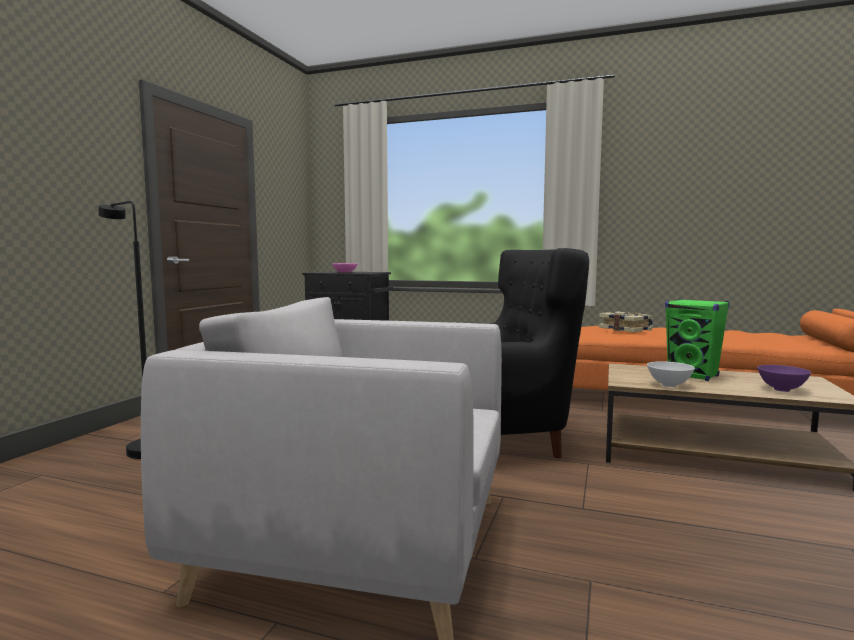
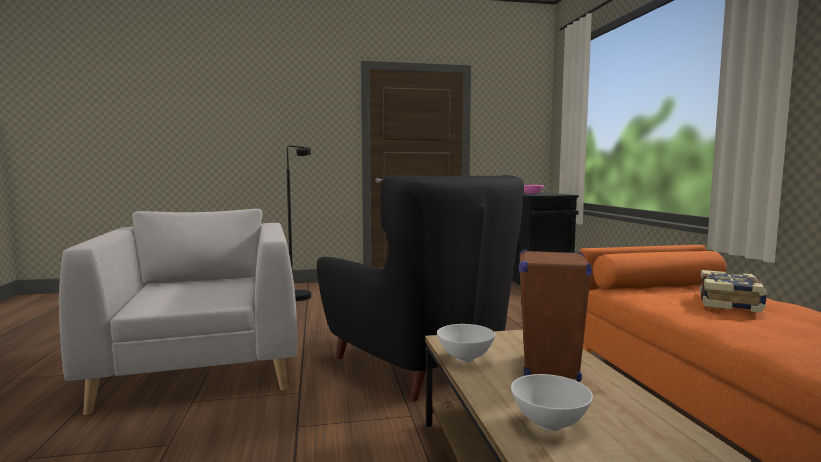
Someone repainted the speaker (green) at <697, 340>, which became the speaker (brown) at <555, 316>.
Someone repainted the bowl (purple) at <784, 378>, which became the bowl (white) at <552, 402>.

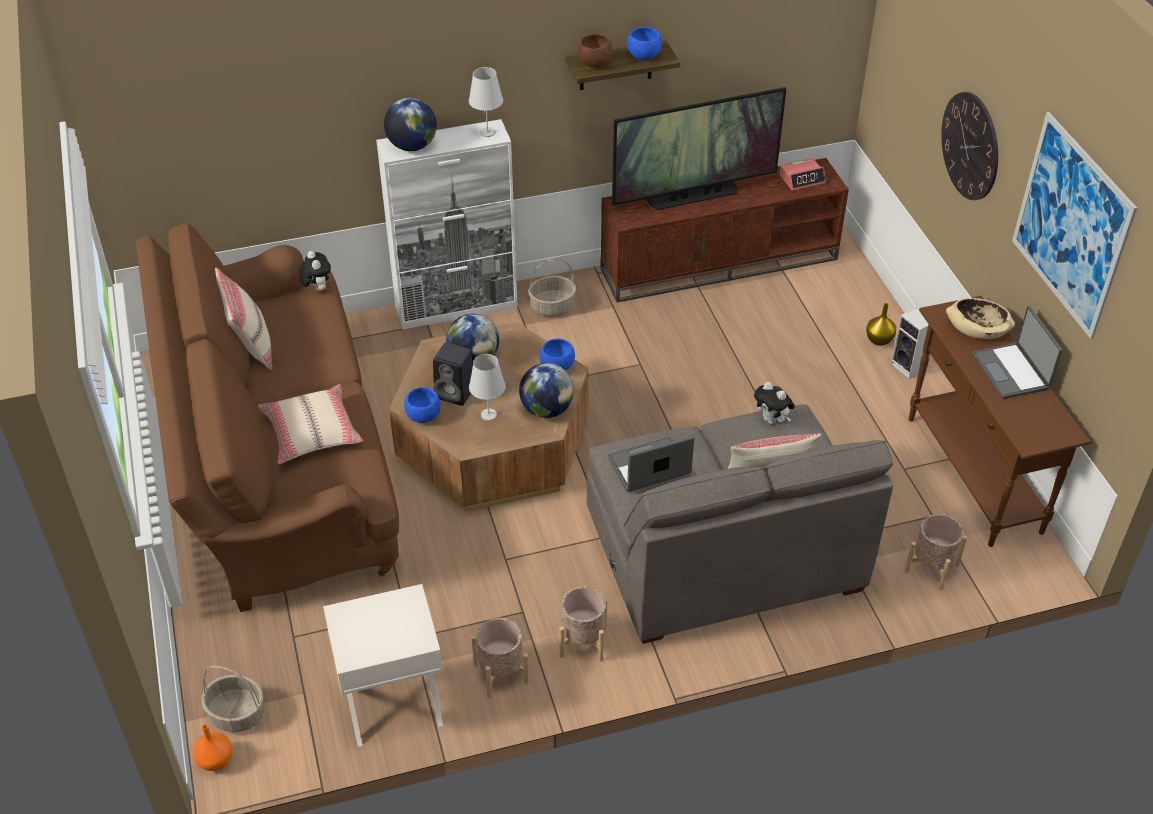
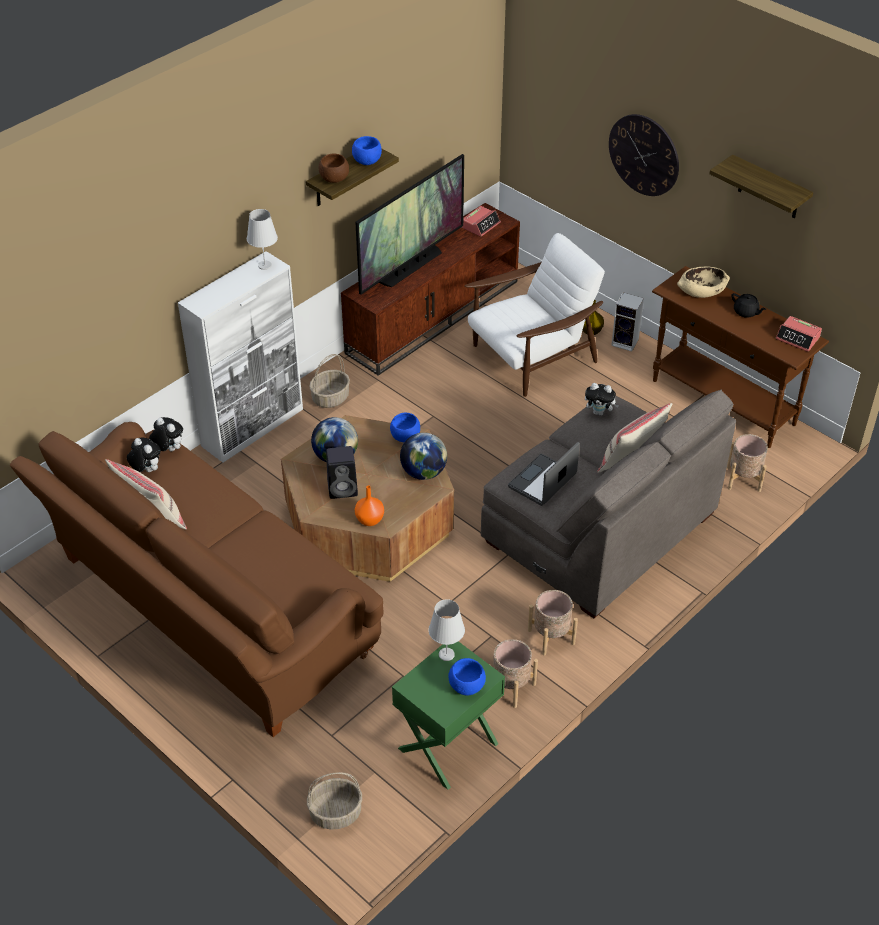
Someone took away the pillow (beige) at <310, 424>.
Someone took away the globe at <410, 124>.
Someone put down the plush toy at <144, 455>.
Someone put down the armchair (white) at <535, 315>.
Someone put down the alarm clock at <799, 334>.
Someone carried the vase (orange) from <212, 748> to <369, 505>.
Someone carried the bowl (blue) from <422, 405> to <467, 677>.
Someone carried the table lamp (white) from <487, 387> to <447, 630>.
Someone swapped the laptop at <1017, 352> for the teapot (black) at <748, 305>.
Someone swapped the picture at <1074, 225> for the shelf at <761, 186>.
Someone repainted the nightstand (white) at <383, 665>, which became the nightstand (green) at <448, 715>.

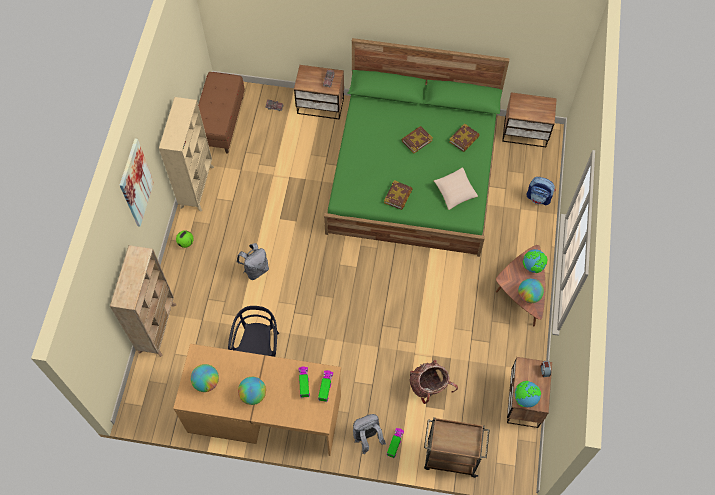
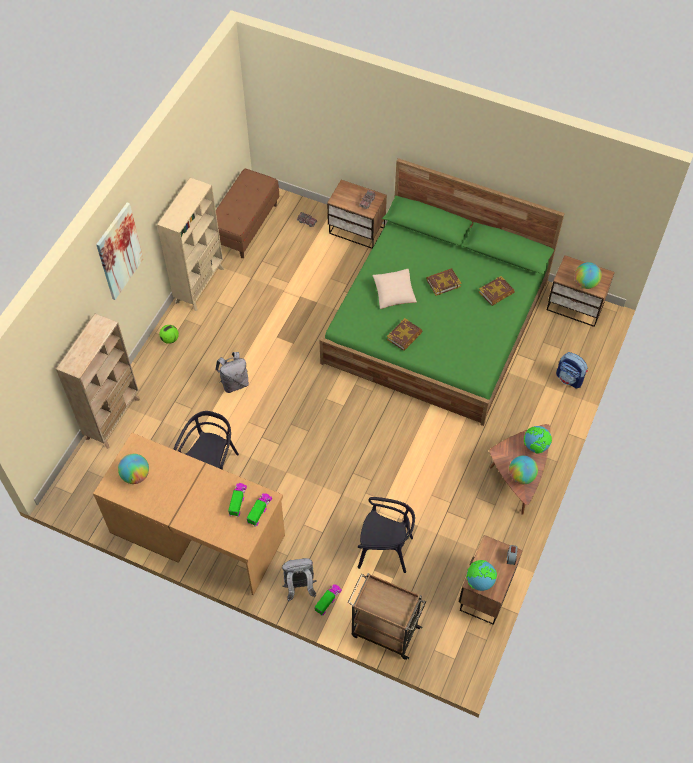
Someone carried the globe from <252, 391> to <588, 275>.
Someone carried the pillow (beige) from <456, 188> to <394, 289>.
Someone swapped the backpack at <434, 382> for the chair (black) at <386, 535>.

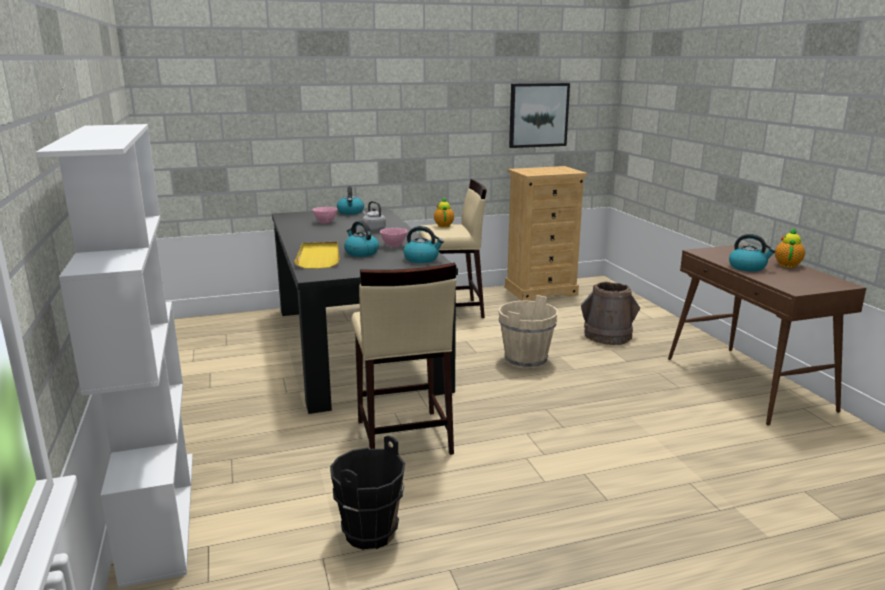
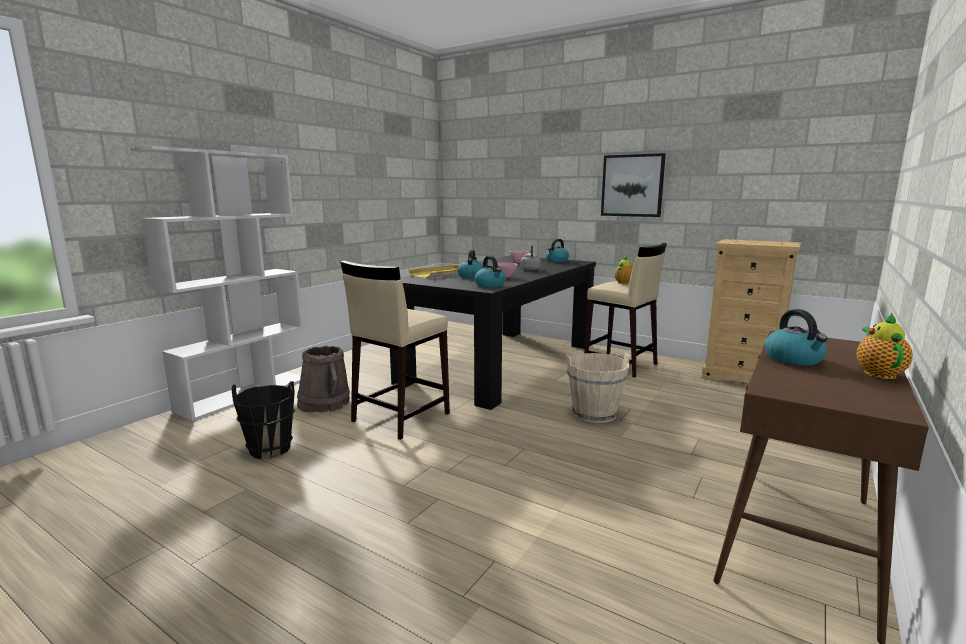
Someone carried the picture from <539, 115> to <633, 185>.
Someone carried the bucket (brown) from <610, 313> to <323, 379>.
Someone rotated the teapot at <790, 247> by 60 degrees counterclockwise.

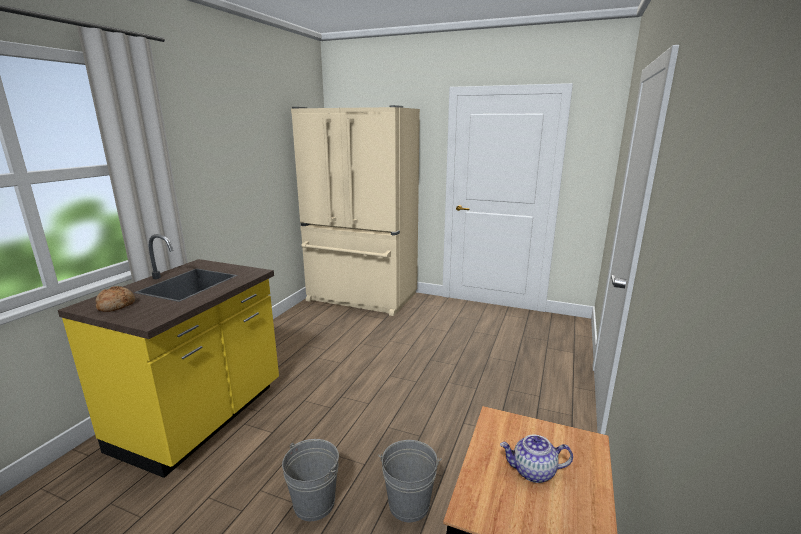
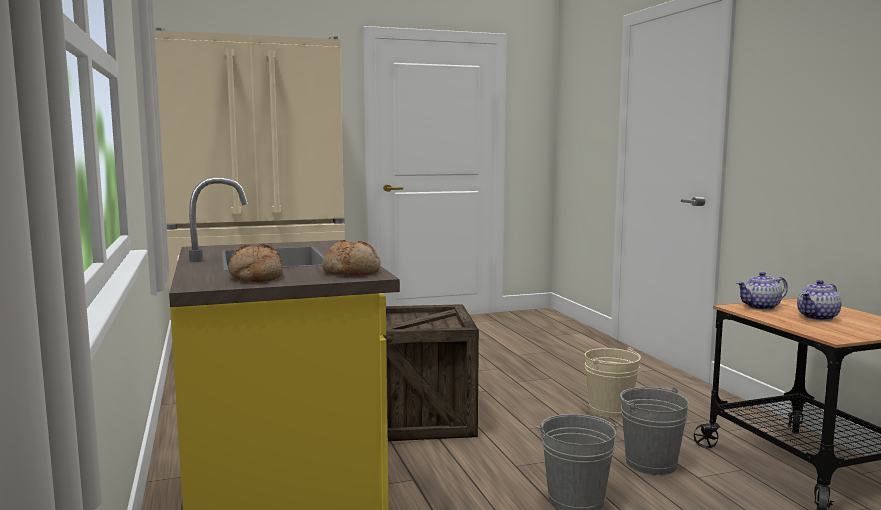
Someone put down the bread at <351, 257>.
Someone put down the crate at <430, 372>.
Someone put down the bucket (beige) at <613, 382>.
Someone put down the teapot at <762, 291>.

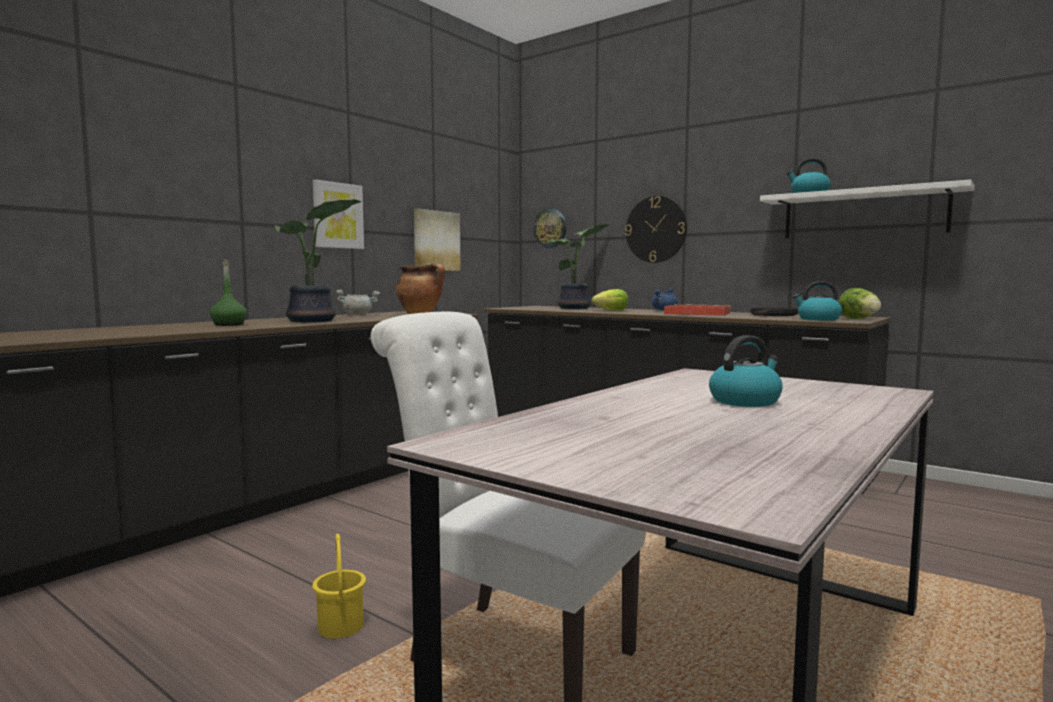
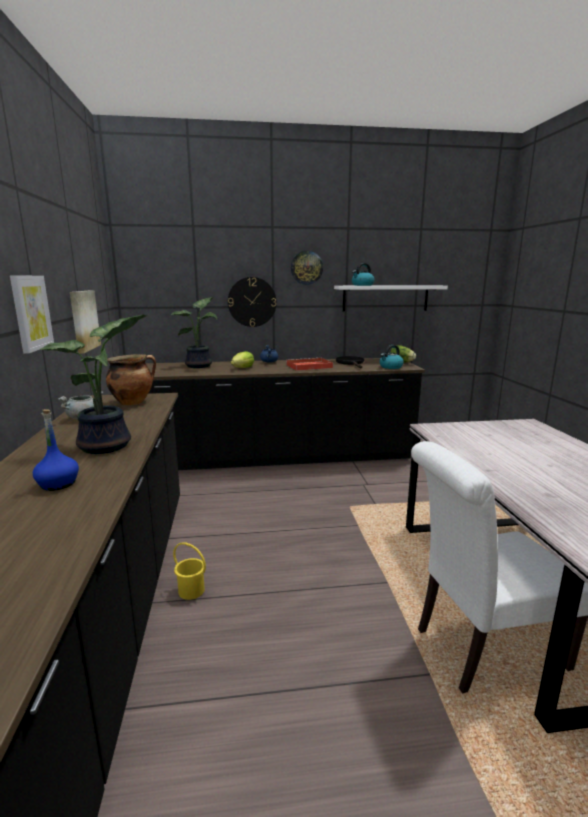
Someone took away the kettle at <746, 371>.
Someone carried the bucket (yellow) from <339, 586> to <189, 571>.
Someone carried the wall clock from <549, 228> to <307, 268>.
Someone repainted the bottle (green) at <228, 293>, which became the bottle (blue) at <56, 450>.

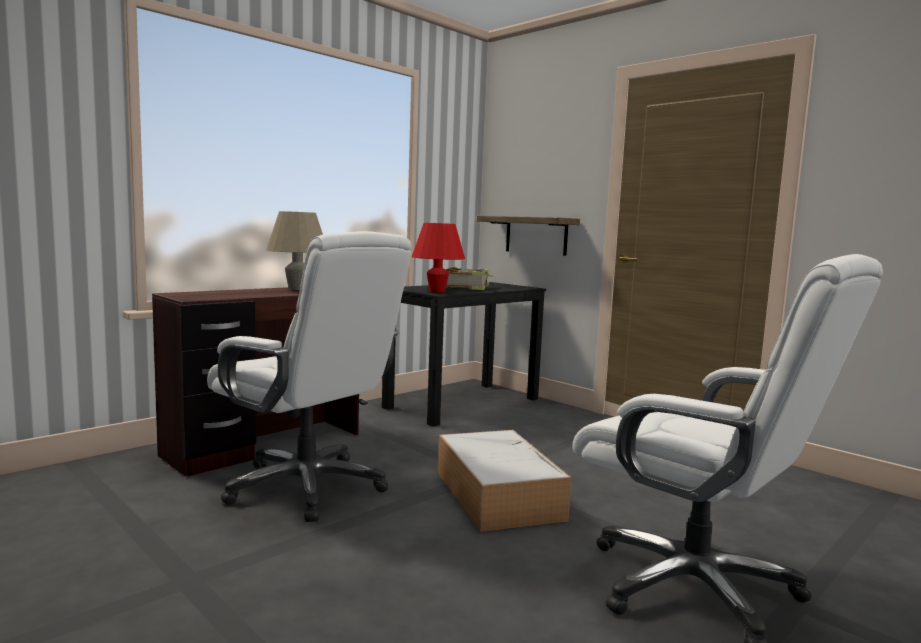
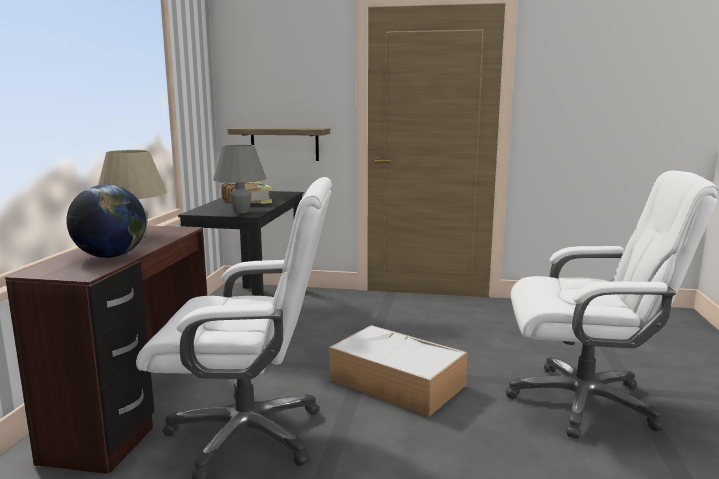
Someone put down the globe at <106, 221>.
Someone repainted the table lamp (red) at <438, 258>, which became the table lamp (grey) at <239, 178>.

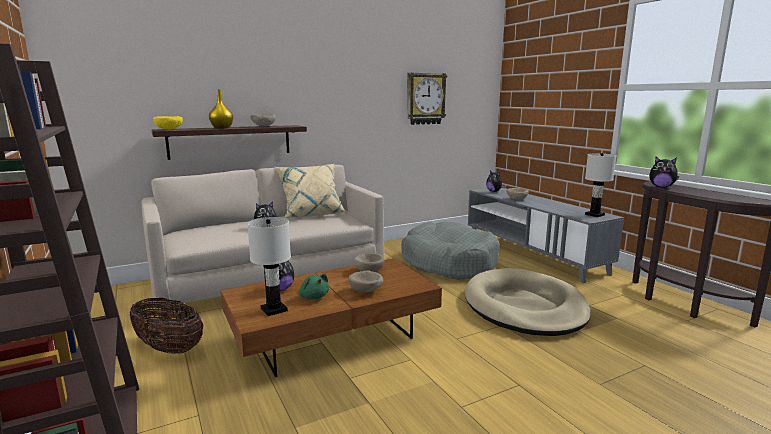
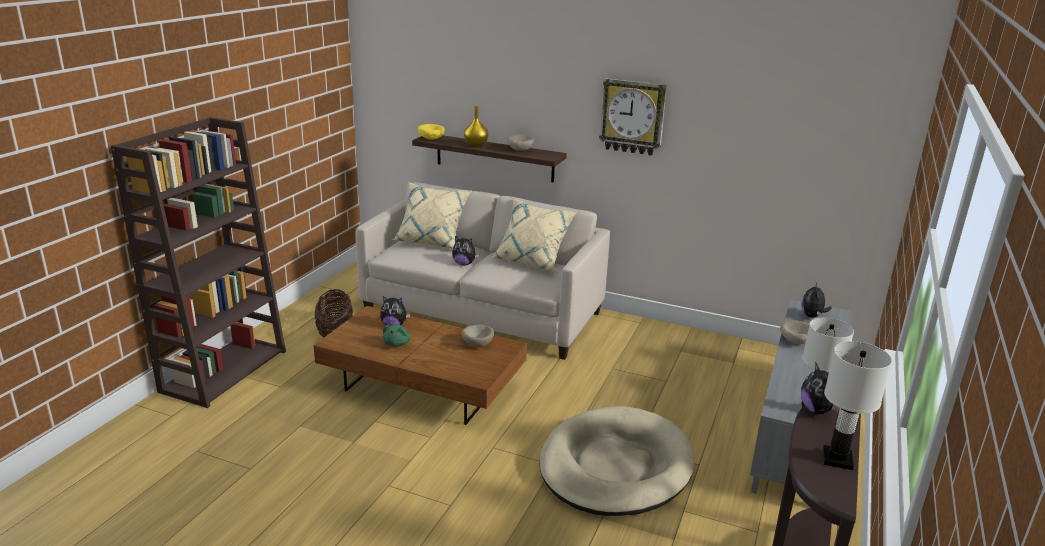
Someone took away the bowl (beige) at <365, 281>.
Someone took away the dog bed (grey) at <450, 251>.
Someone put down the pillow (beige) at <431, 215>.
Someone carried the table lamp (white) from <269, 266> to <857, 405>.
Someone carried the wall clock from <427, 98> to <633, 117>.

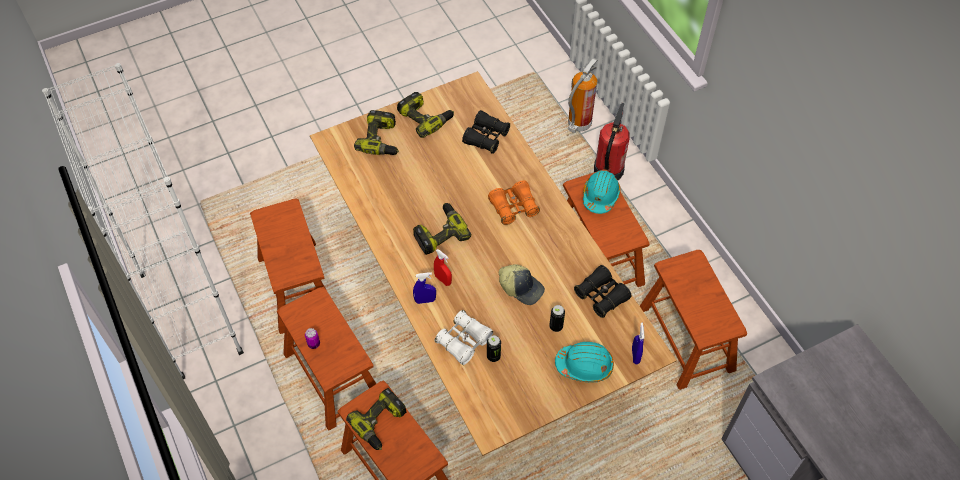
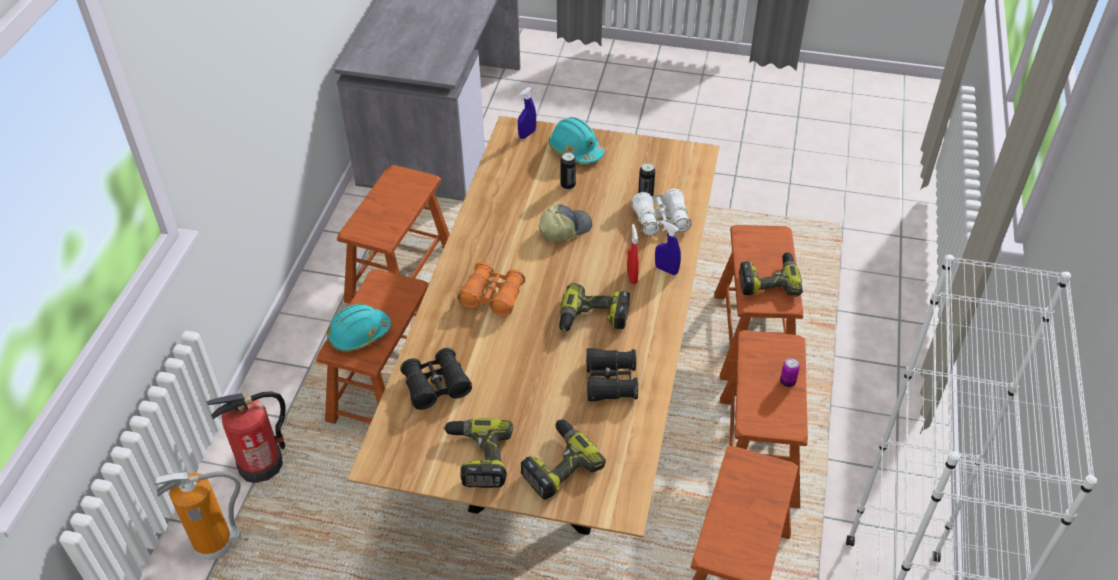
Someone carried the binoculars (black) from <603, 291> to <612, 375>.
Someone rotated the cap at <522, 284> by 75 degrees clockwise.

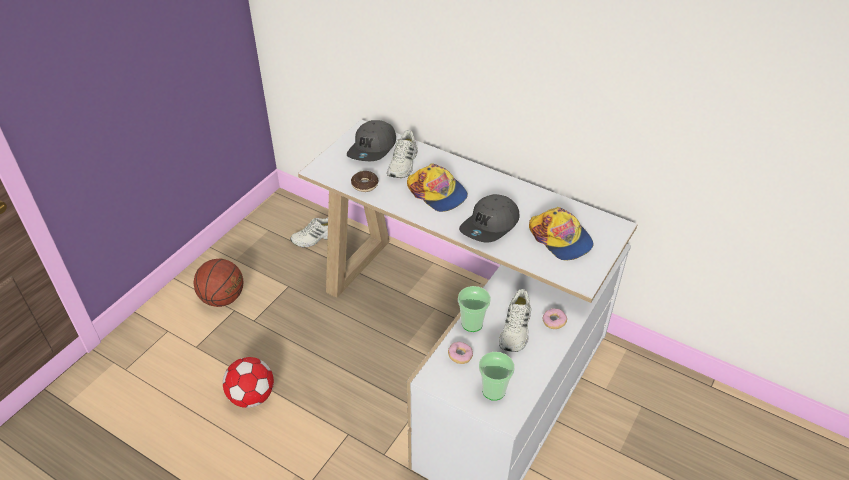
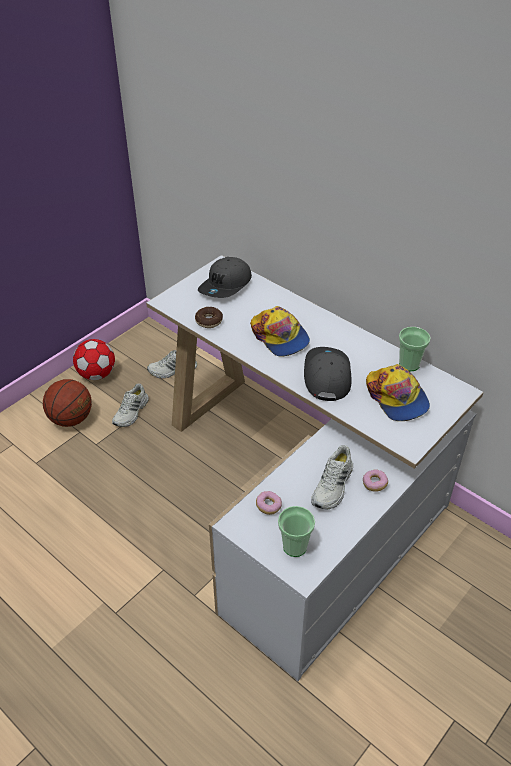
Someone carried the football from <248, 382> to <94, 359>.
Someone carried the shoe (white) from <402, 154> to <130, 405>.
Someone carried the cup from <474, 309> to <415, 349>.
Someone rotated the cap (grey) at <489, 218> by 135 degrees clockwise.

